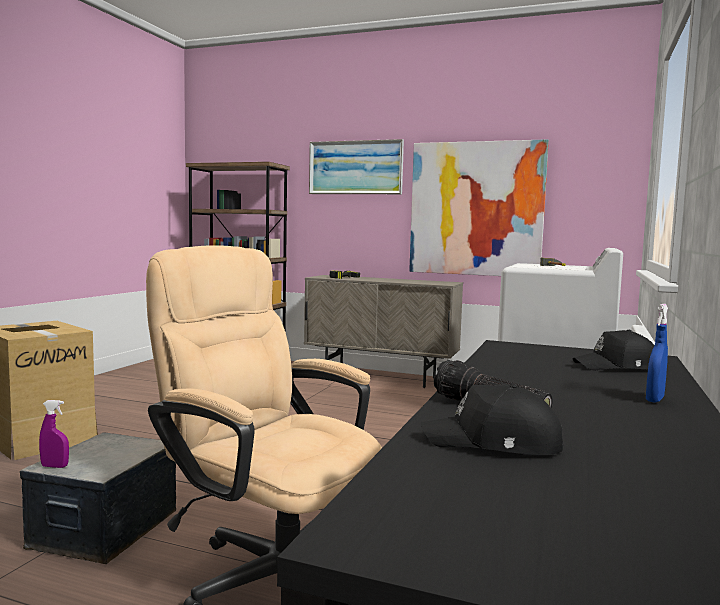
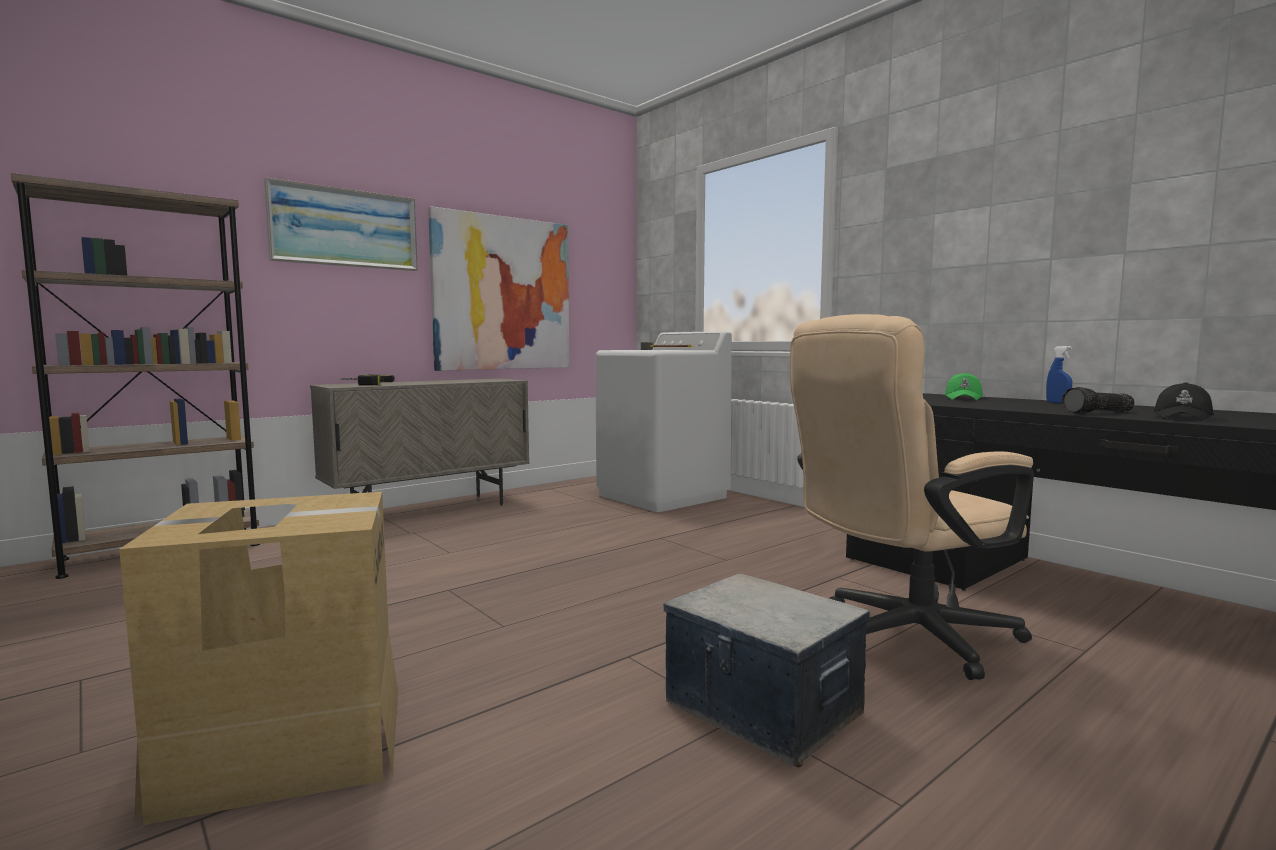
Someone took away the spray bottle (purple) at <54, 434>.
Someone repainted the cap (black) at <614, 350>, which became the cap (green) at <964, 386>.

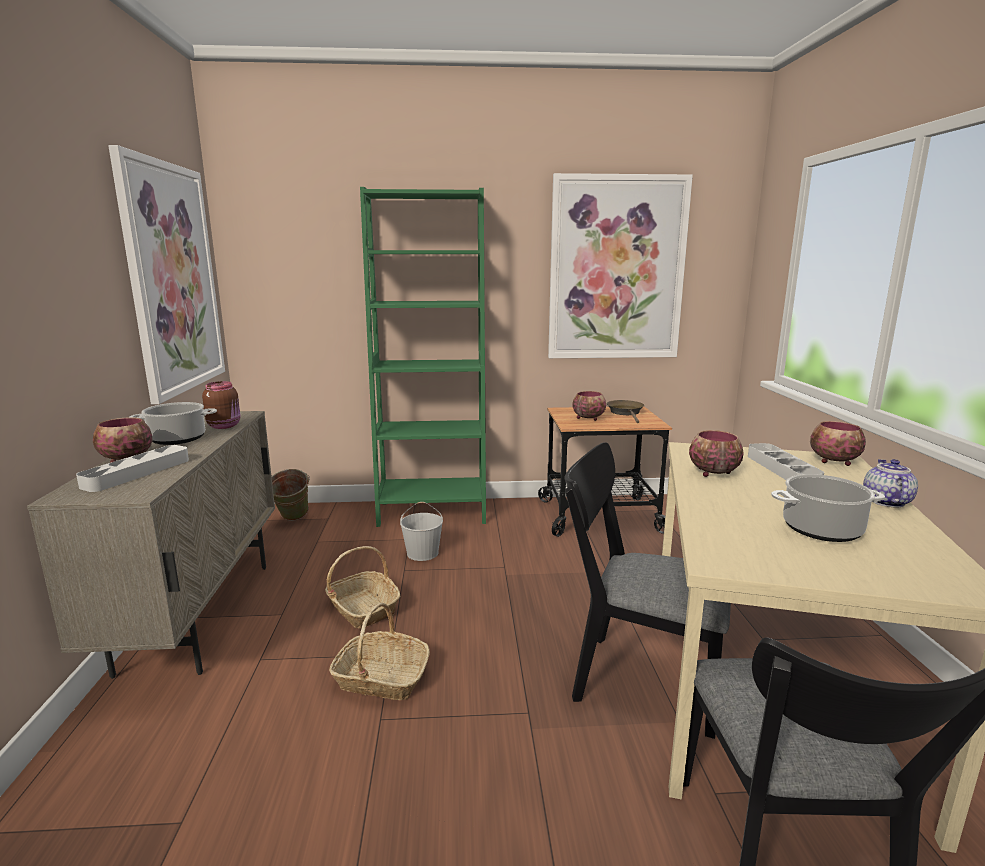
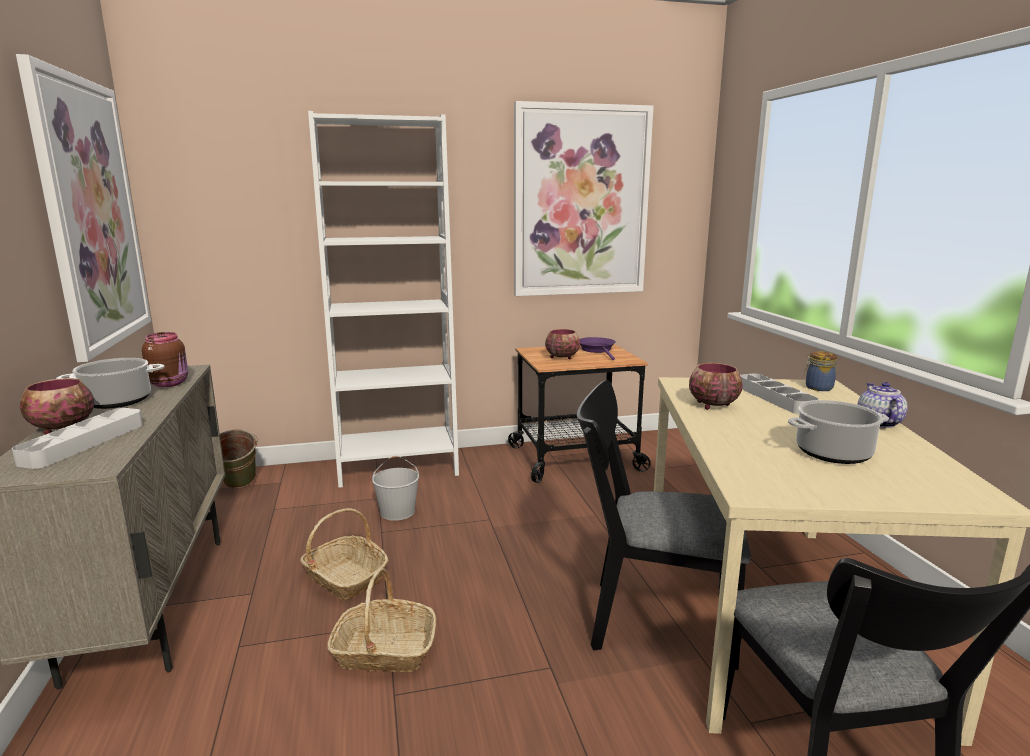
Someone swapped the bowl at <838, 443> for the jar at <820, 371>.
Someone repainted the bookcase (green) at <423, 357>, which became the bookcase (white) at <383, 299>.
Someone repainted the frying pan (brown) at <625, 411>, which became the frying pan (purple) at <597, 348>.

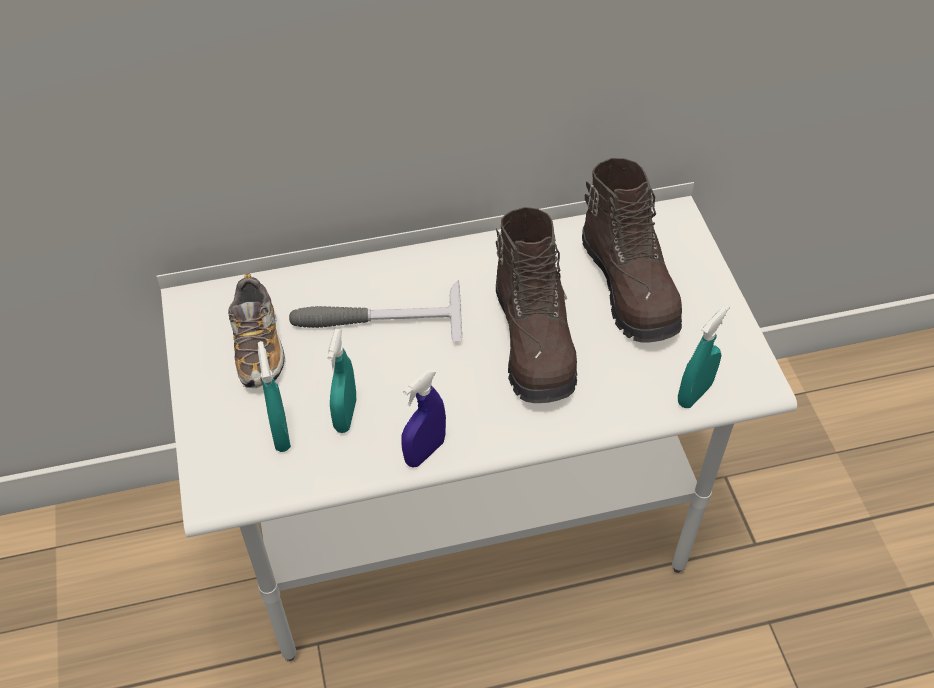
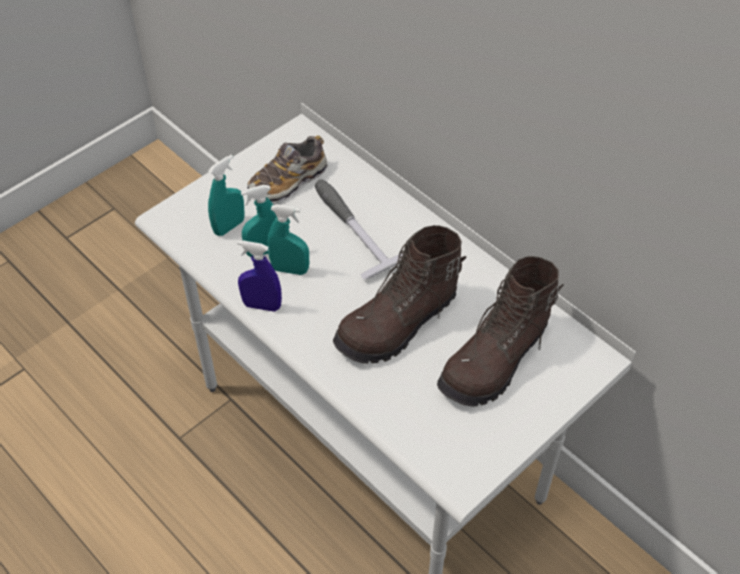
Someone carried the spray bottle (turquoise) from <704, 356> to <288, 239>.

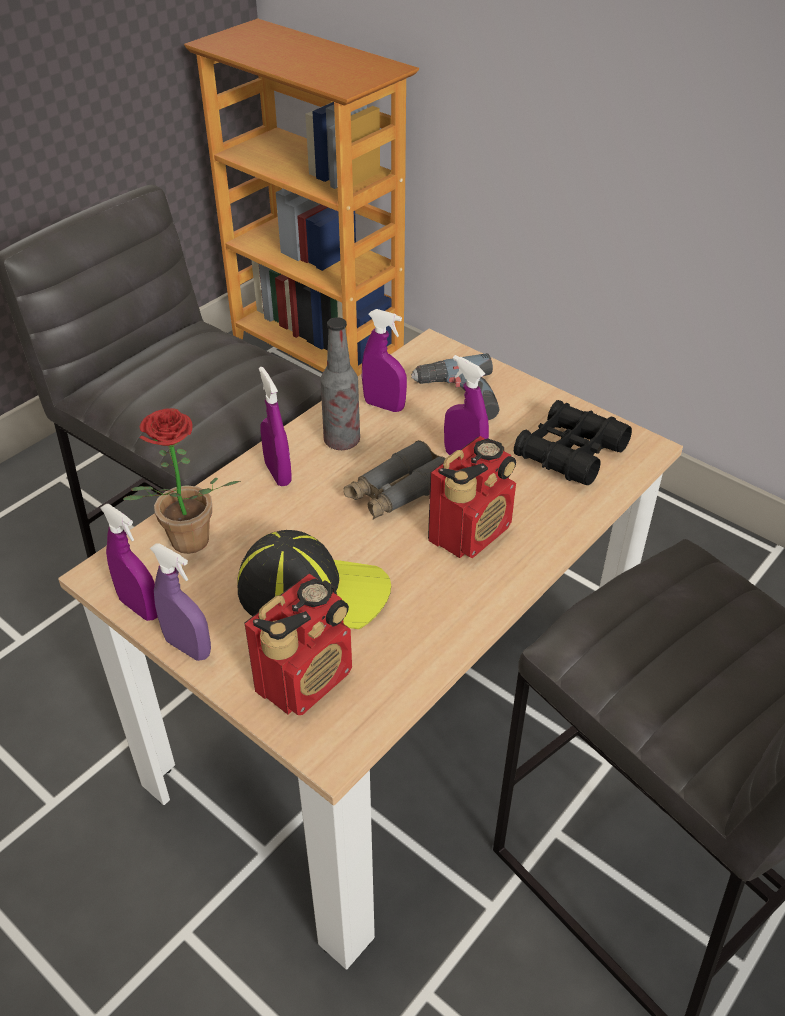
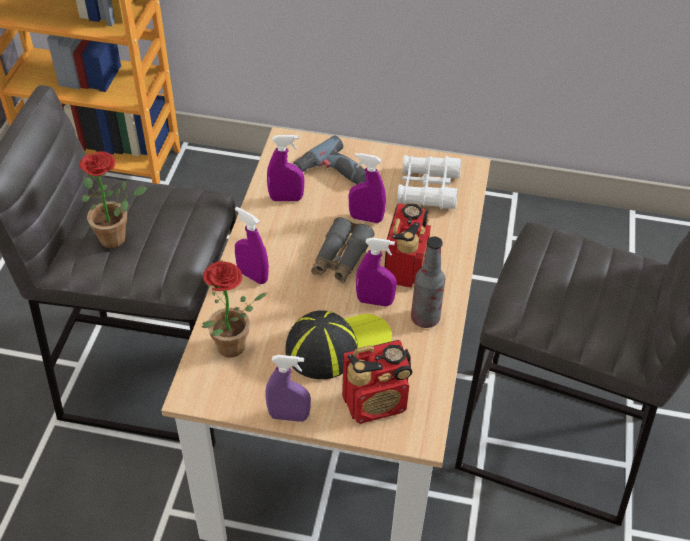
Someone put down the potted plant at <113, 200>.
Someone carried the spray bottle (purple) from <129, 562> to <376, 272>.
Someone carried the bottle from <340, 383> to <428, 282>.
Someone repainted the binoculars (black) at <573, 442>, which became the binoculars (white) at <429, 182>.
Someone rotated the radio at <298, 644> by 60 degrees clockwise.

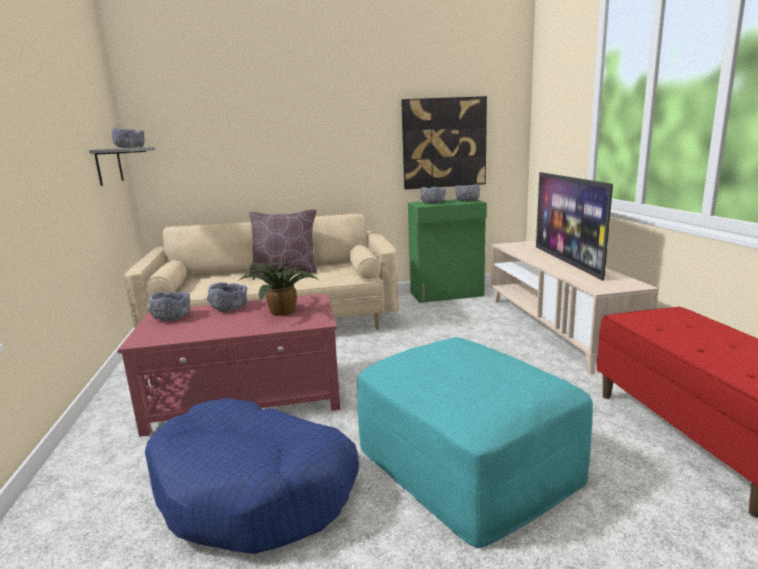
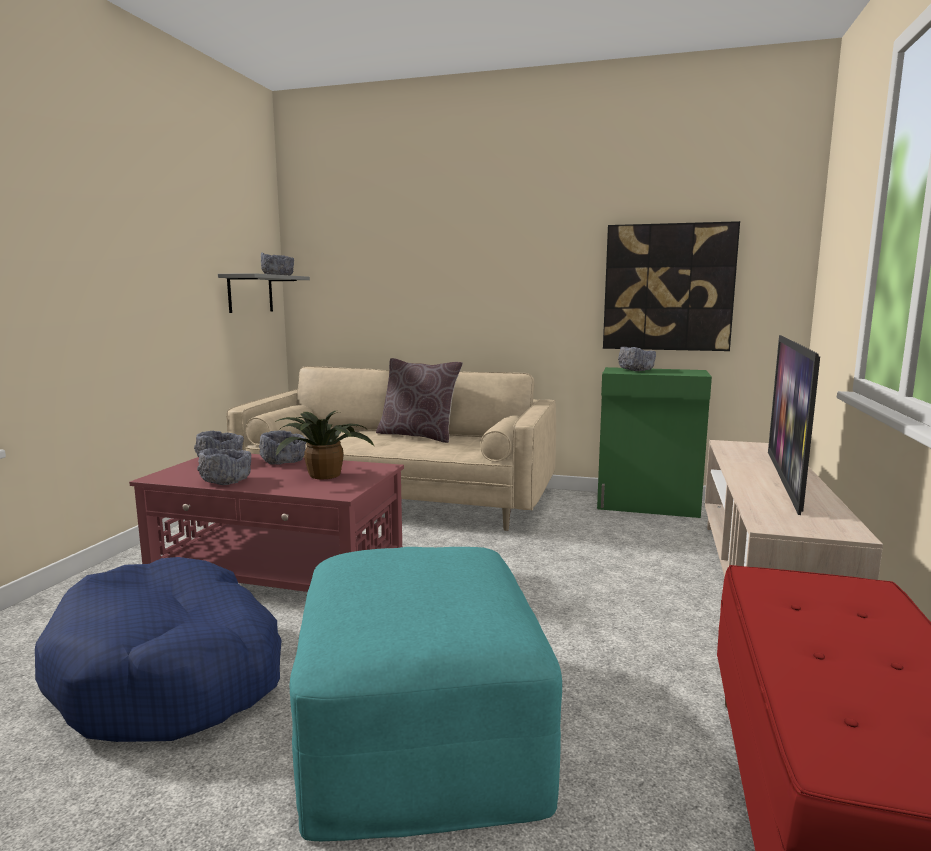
Someone carried the bowl (grey) from <467, 192> to <224, 466>.

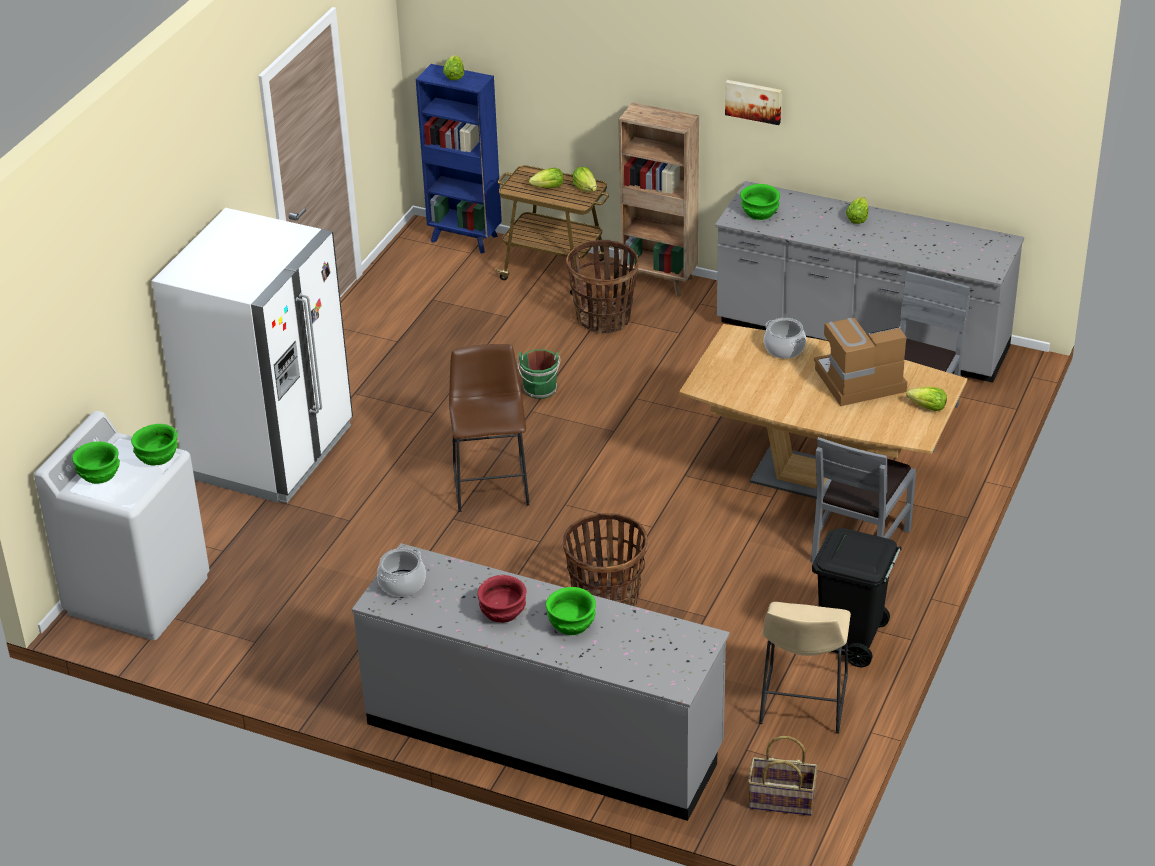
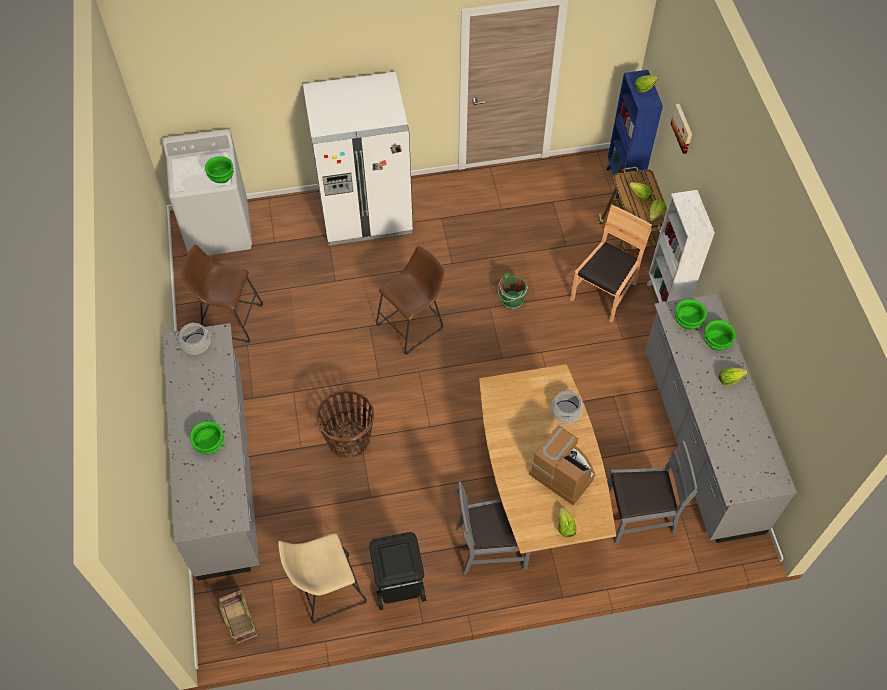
Someone took away the bowl (red) at <501, 599>.
Someone put down the stool (brown) at <222, 293>.
Someone carried the bowl (green) from <96, 463> to <720, 335>.
Someone carried the picture from <753, 102> to <681, 129>.
Someone swapped the basket at <602, 287> for the chair (brown) at <611, 264>.
Someone repainted the bookcase (brown) at <659, 199>, which became the bookcase (white) at <680, 246>.

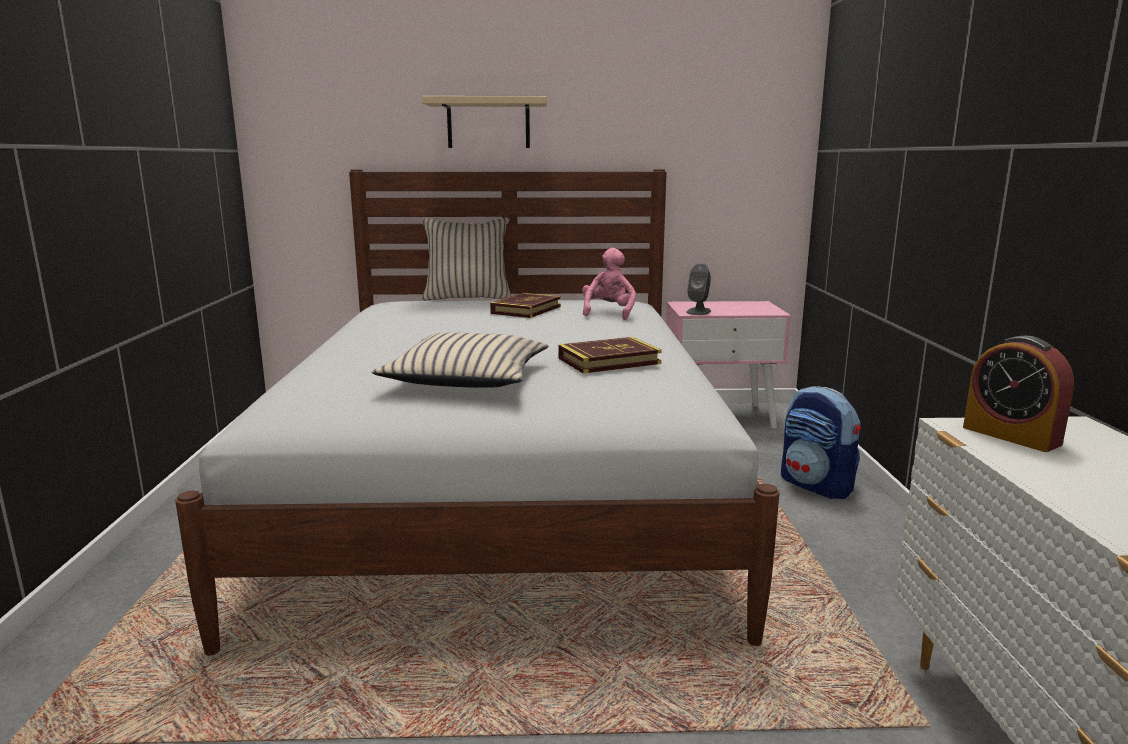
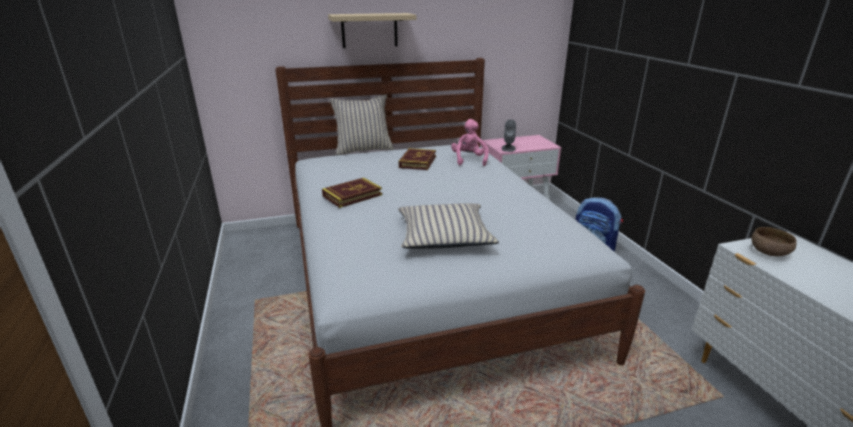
Someone carried the book from <610, 355> to <352, 193>.
Someone swapped the alarm clock at <1018, 394> for the bowl (brown) at <774, 241>.

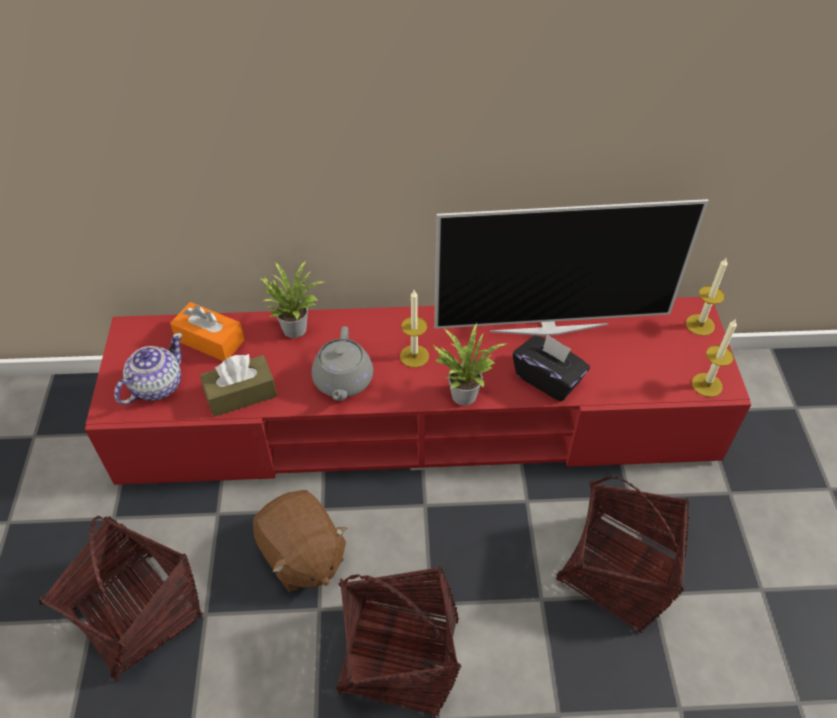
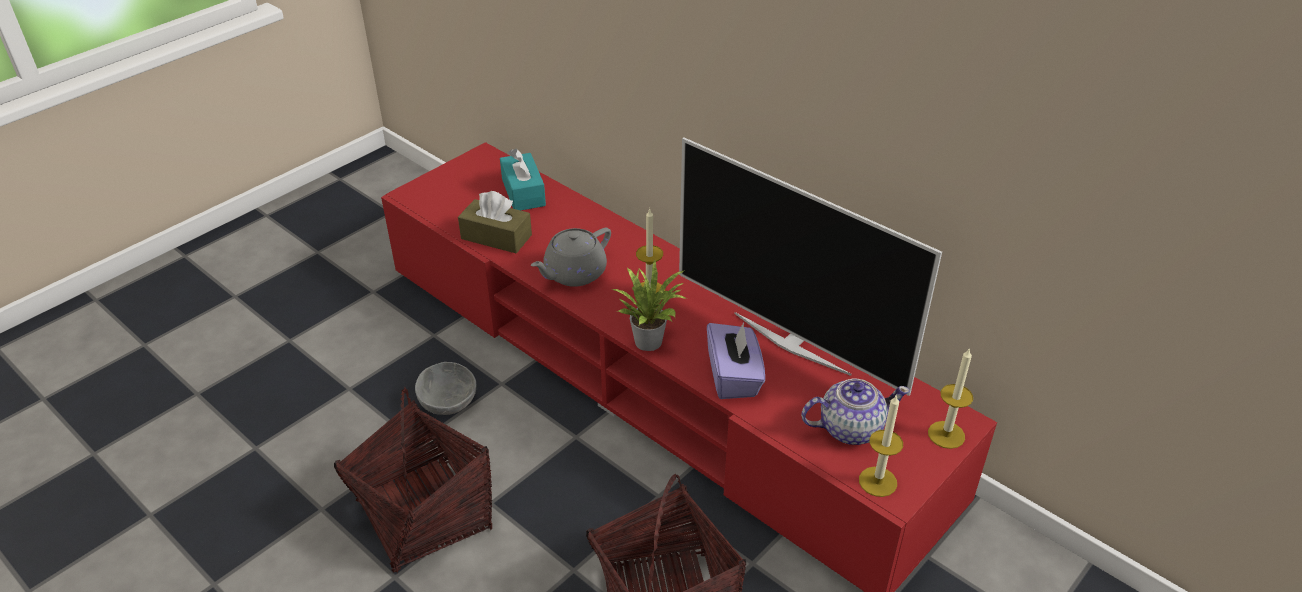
Someone took away the basket at <120, 599>.
Someone took away the potted plant at <292, 299>.
Someone carried the teapot from <148, 369> to <855, 412>.
Someone swapped the plush toy (brown) at <300, 541> for the bowl (grey) at <446, 388>.
Someone repainted the tissue box (orange) at <207, 331>, which became the tissue box (turquoise) at <523, 180>.
Someone repainted the tissue box (black) at <551, 367>, which became the tissue box (purple) at <736, 360>.

